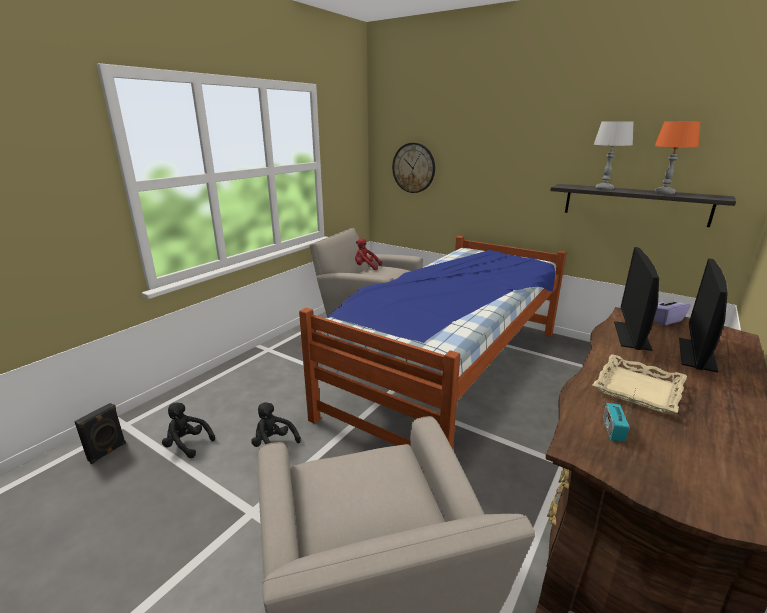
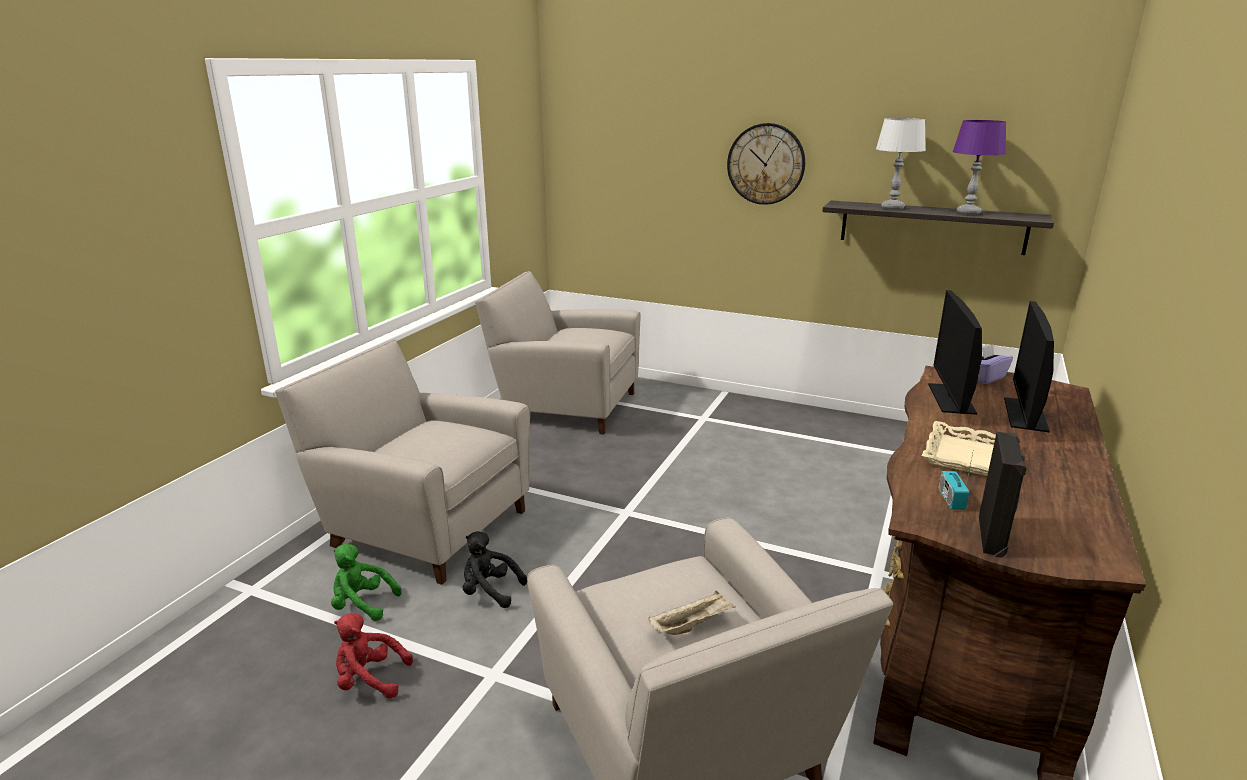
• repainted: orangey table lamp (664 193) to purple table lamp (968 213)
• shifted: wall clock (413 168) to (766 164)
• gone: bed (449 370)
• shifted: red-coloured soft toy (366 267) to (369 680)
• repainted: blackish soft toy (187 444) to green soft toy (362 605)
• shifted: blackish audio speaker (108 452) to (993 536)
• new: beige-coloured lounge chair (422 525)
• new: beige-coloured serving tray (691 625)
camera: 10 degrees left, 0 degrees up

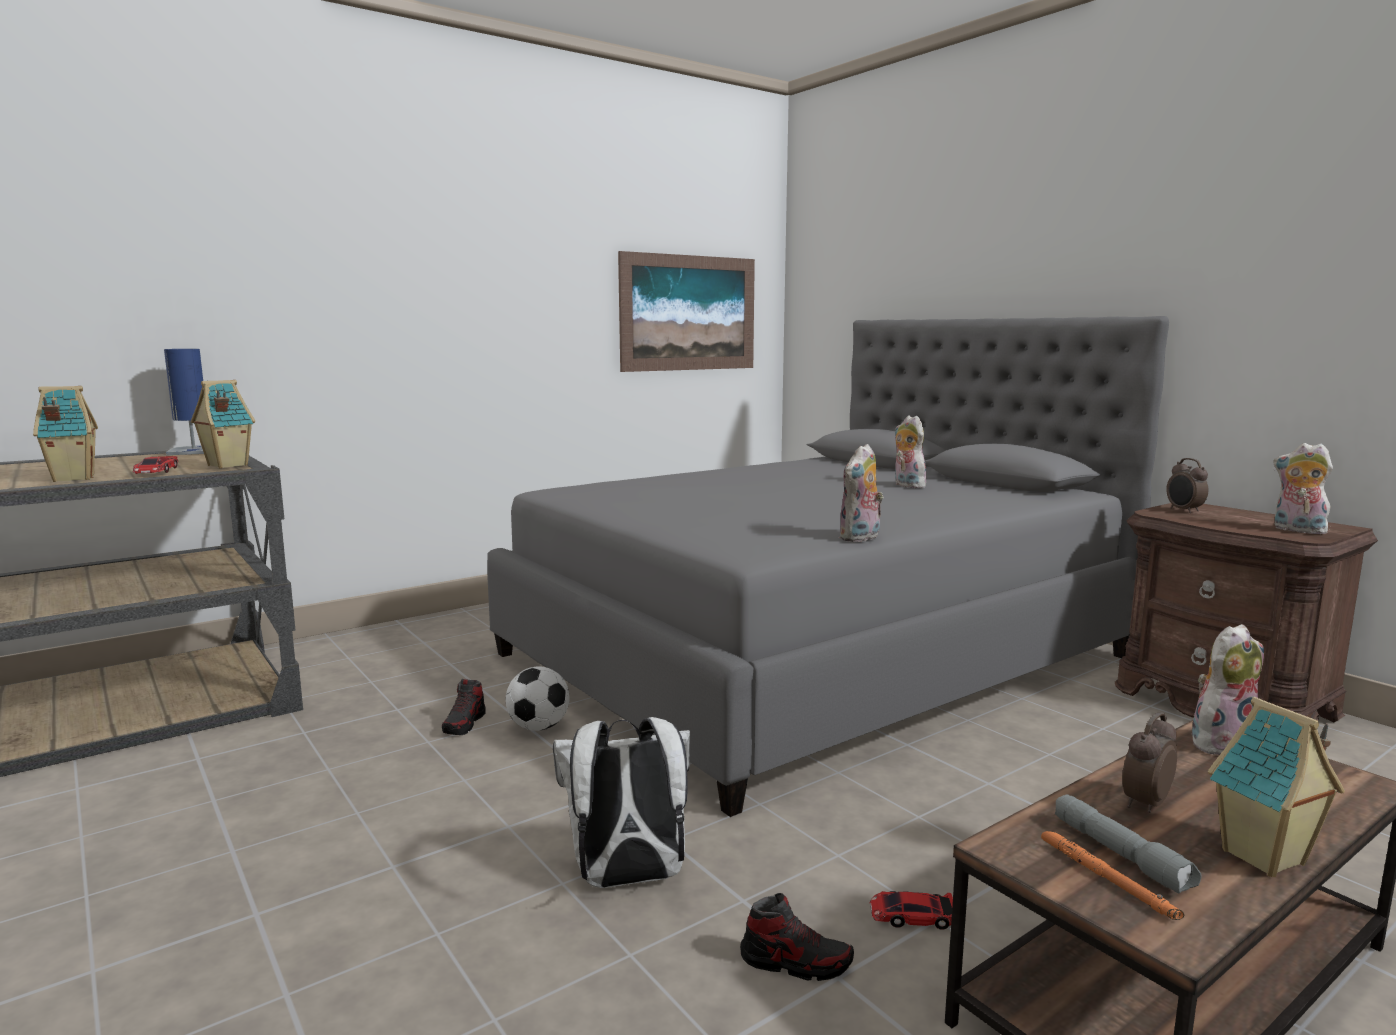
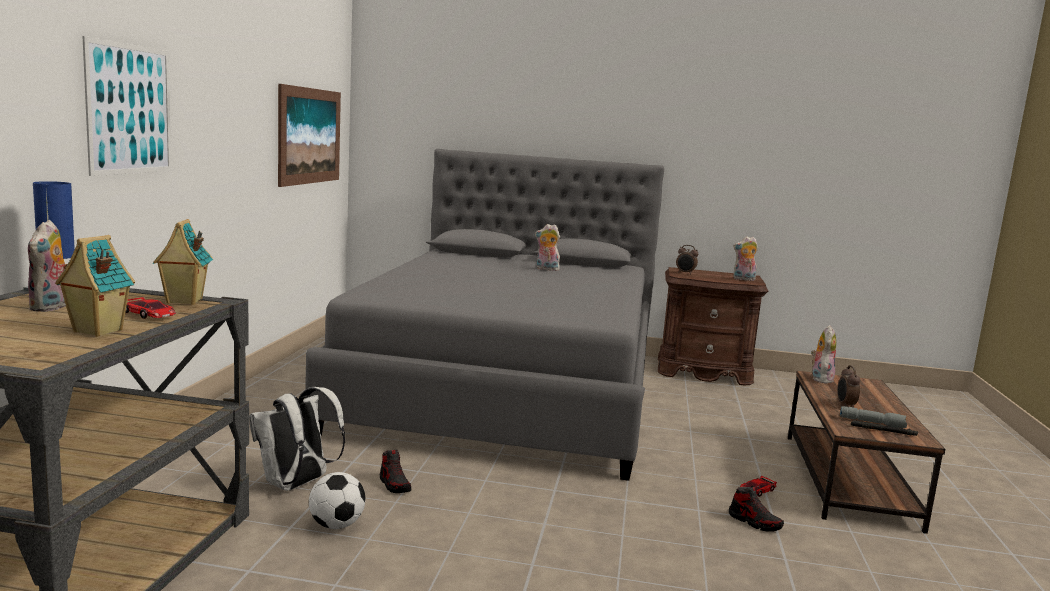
• shifted: soft toy (861 538) to (52 307)
• shifted: football (539 727) to (336 525)
• gone: miniature house (1264 858)
• shifted: white-coloured rucksack (627 879) to (296 485)
• repainted: orangey flashlight (1106 879) to blackish flashlight (883 431)
• rotated: low shoe (795 962) = (754 522) 75 degrees clockwise
• new: picture (130 109)
camera: 45 degrees left, 0 degrees up

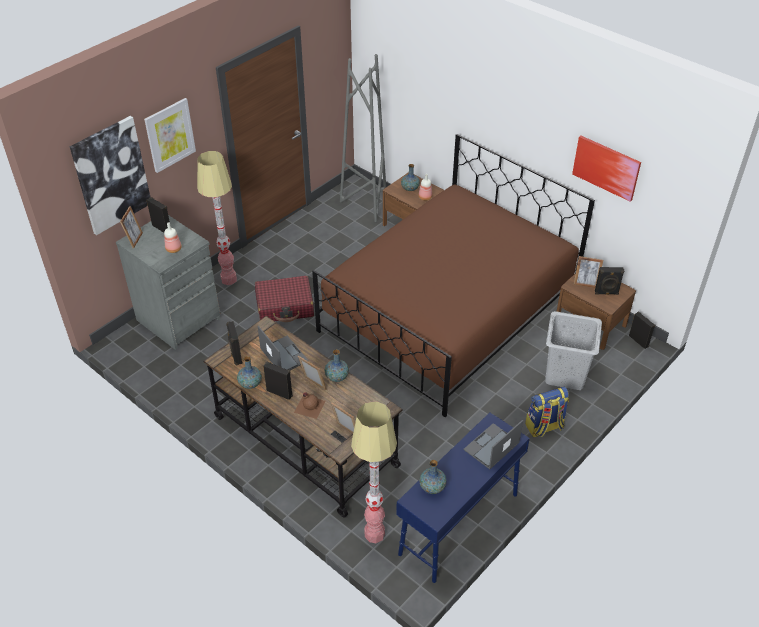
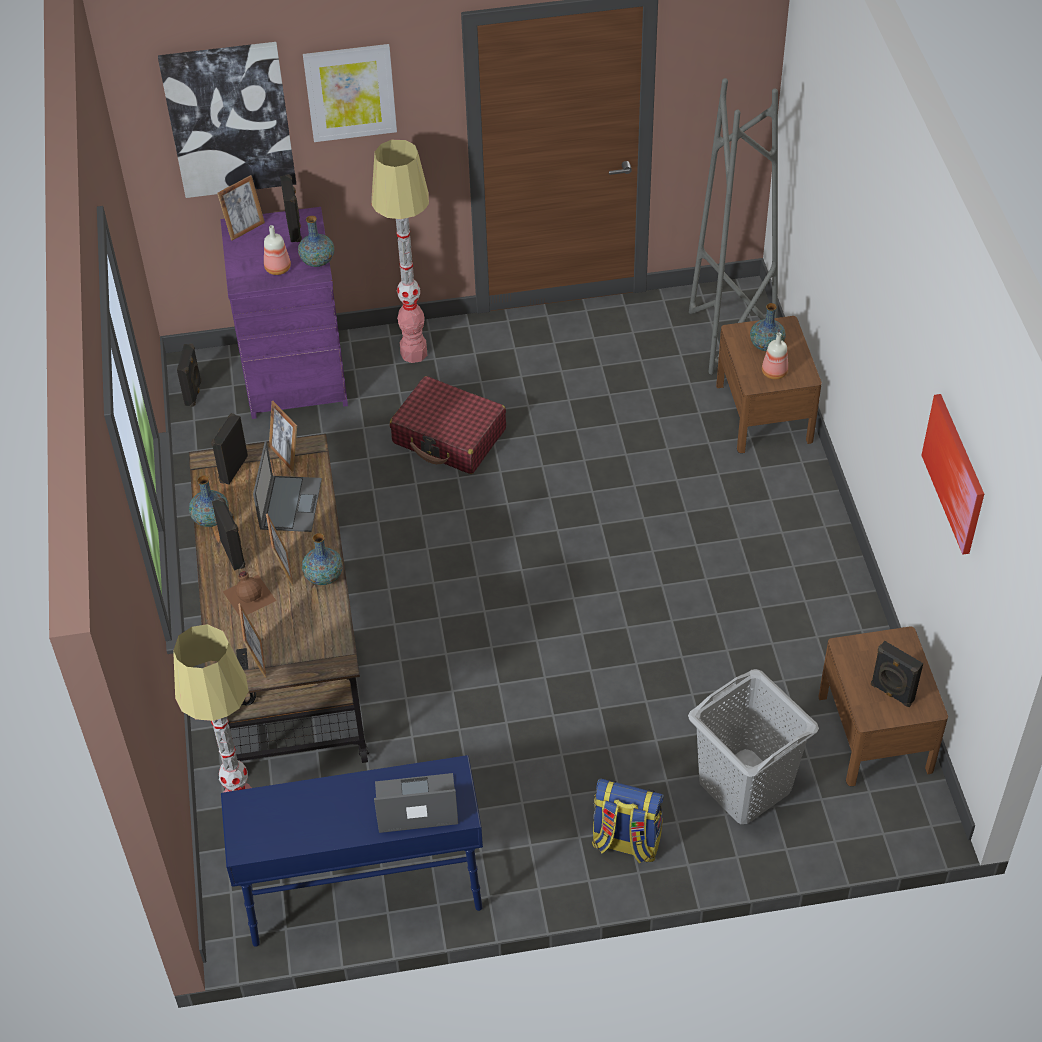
• gone: brown-coloured bed (448 313)
• repainted: grey dresser (179 319) to purple dresser (297 377)
• shifted: standing frame (585 284) to (286 456)
• shifted: blackish audio speaker (639 341) to (194 393)
• shifted: decorative vase (432 487) to (317 261)
camera: 40 degrees right, 5 degrees up

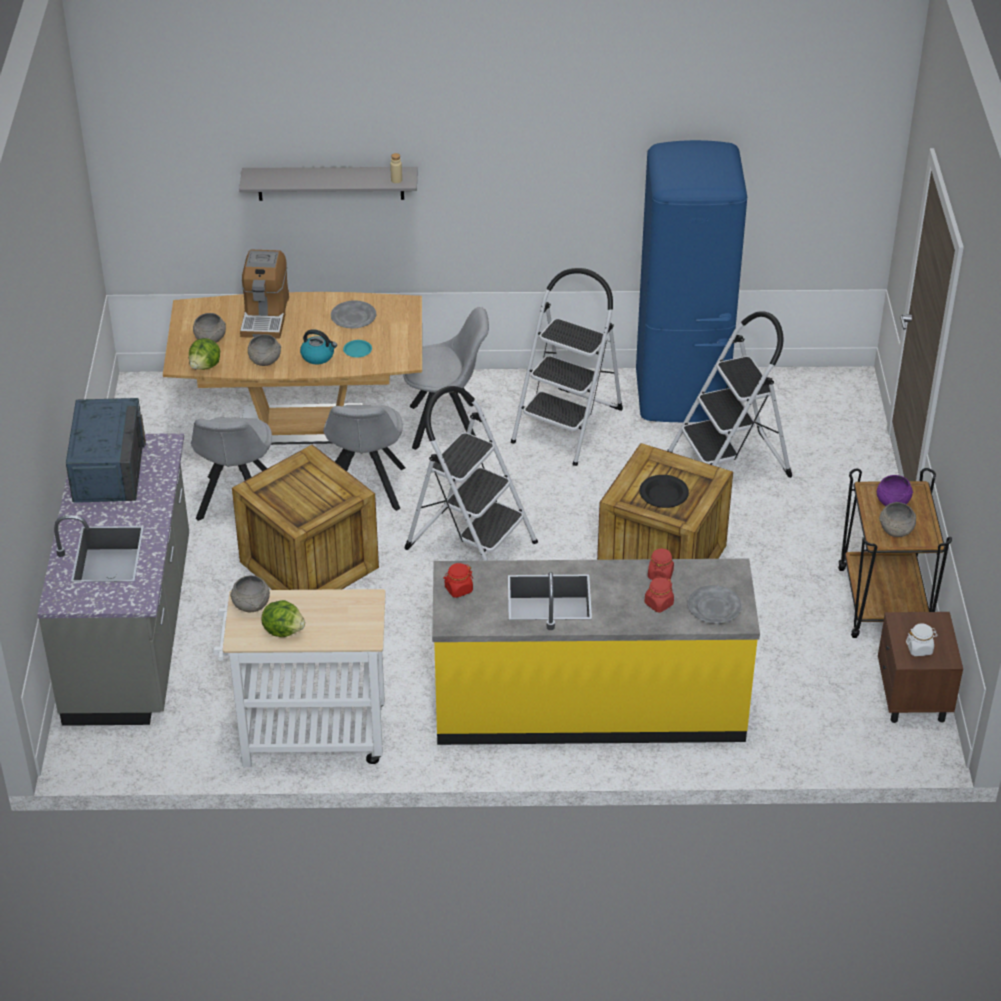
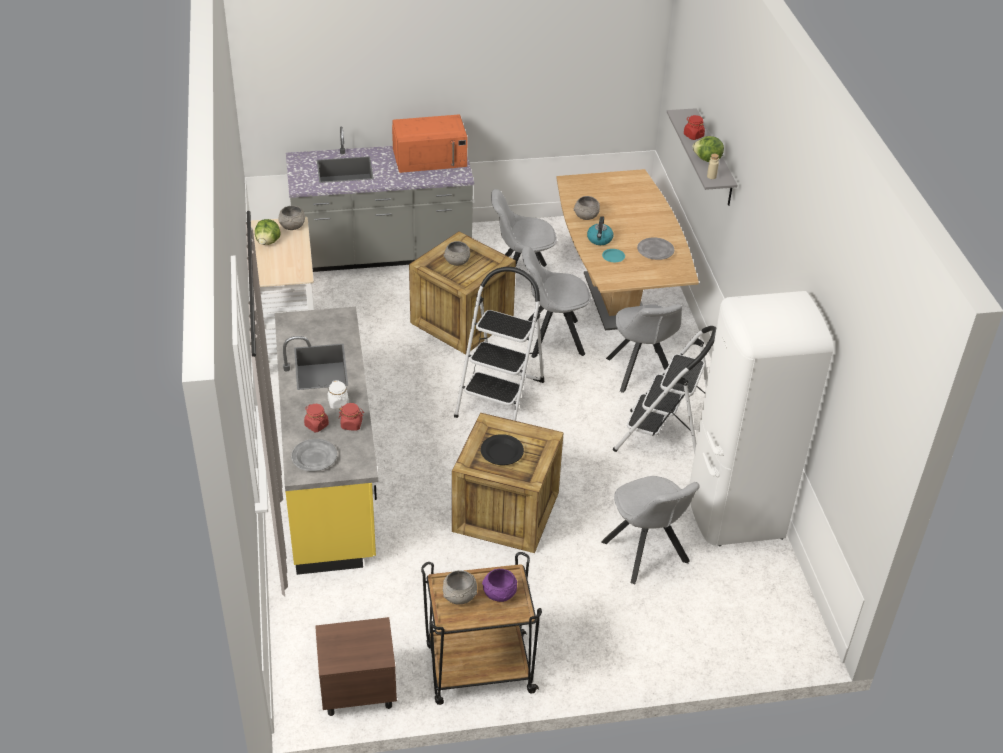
• repainted: bluish fridge (682 397) to white-coloured fridge (733 514)
• gone: coffee maker (265 316)
• swapped: step ladder (732 465) to grey plain chair (646 553)
• shifted: grey serving bowl (210 339) to (457 262)
• shifted: lettuce (205 366) to (707 159)
• repainted: bluish microwave oven (108 468) to orangey microwave oven (430 158)
• shifted: red-coloured storage jar (458 589) to (693 135)
• shifted: white-coloured storage jar (919 649) to (338 403)
camera: 80 degrees right, 0 degrees up

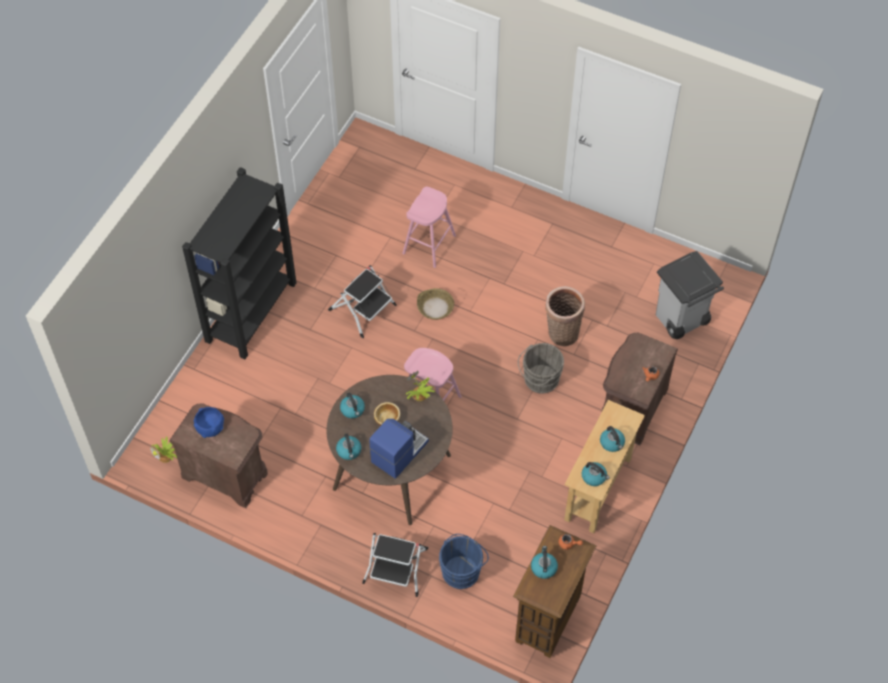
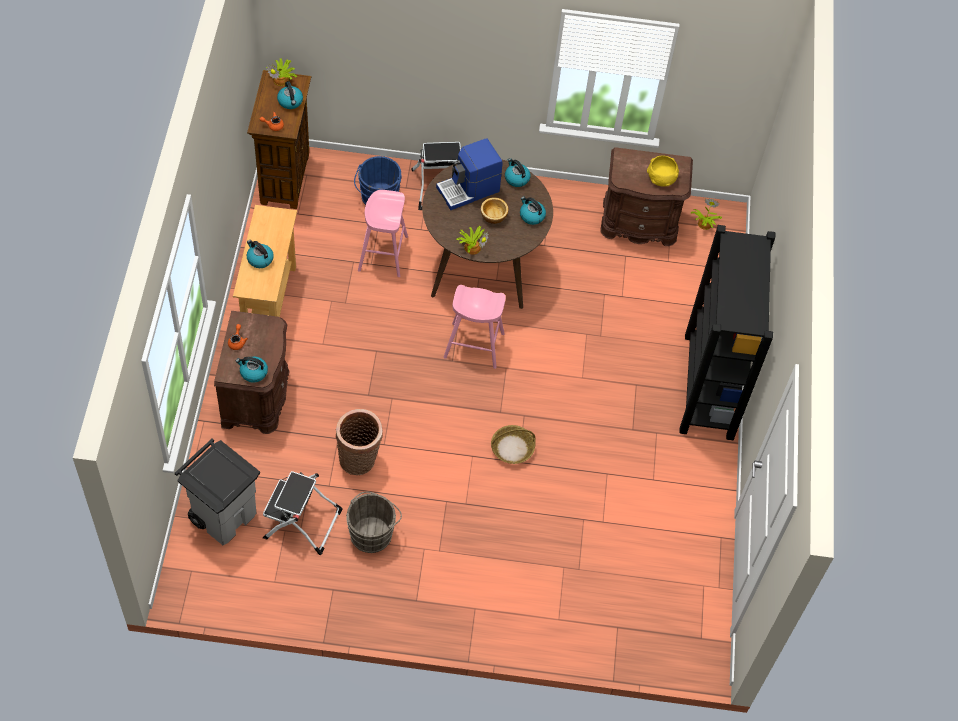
• shifted: pink-coloured stool seat (429 244) to (383 253)
• shifted: step ladder (362 309) to (301 521)
• shifted: grey bucket (539 380) to (373 533)
• repainted: bluish serving bowl (209 426) to yellow-coloured serving bowl (662 177)
• rotated: coffee maker (398 451) = (469 190) 45 degrees clockwise
• shifted: kettle (594 477) to (253 372)
• new: houseplant (282 79)
camera: 155 degrees right, 0 degrees up

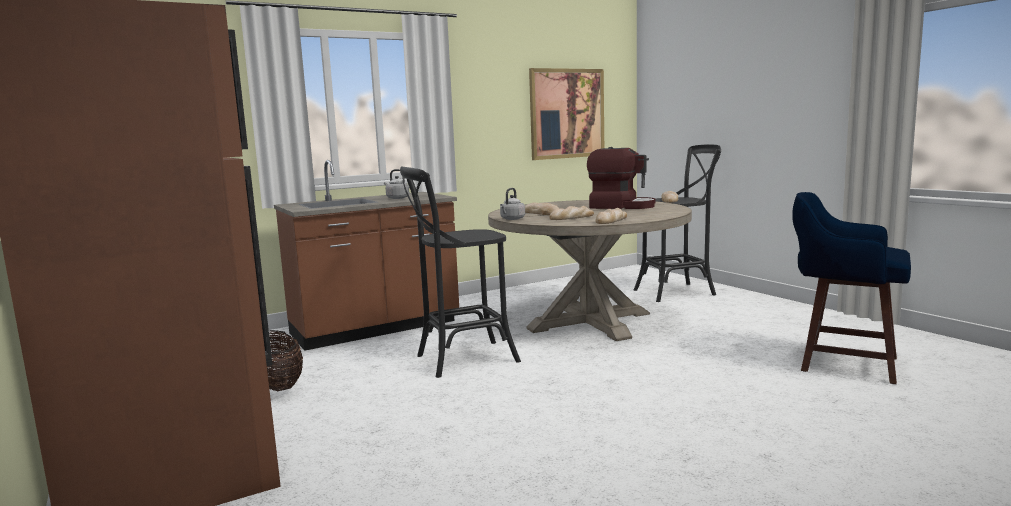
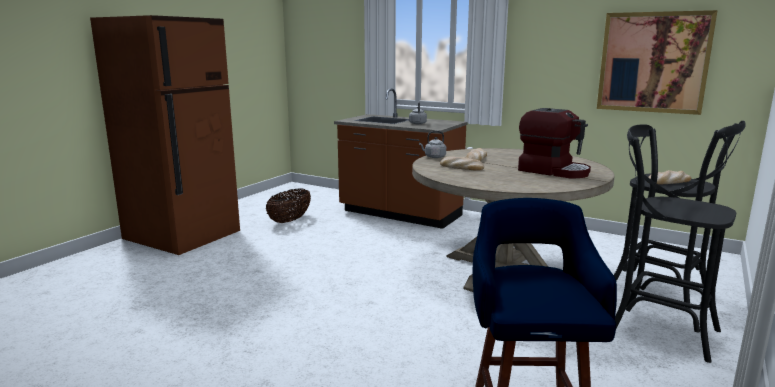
• rotated: coffee maker (621 206) = (553 171) 45 degrees counterclockwise
• shifted: blackish stool seat (462 359) to (657 329)
• gone: baked bread (611 220)
camera: 60 degrees right, 5 degrees up

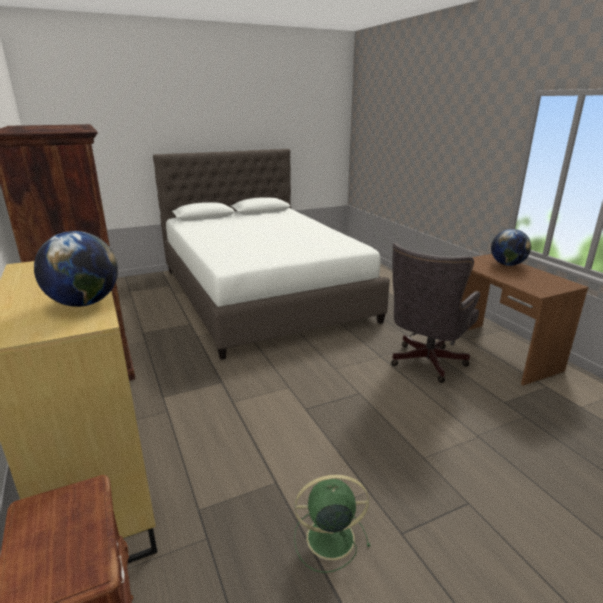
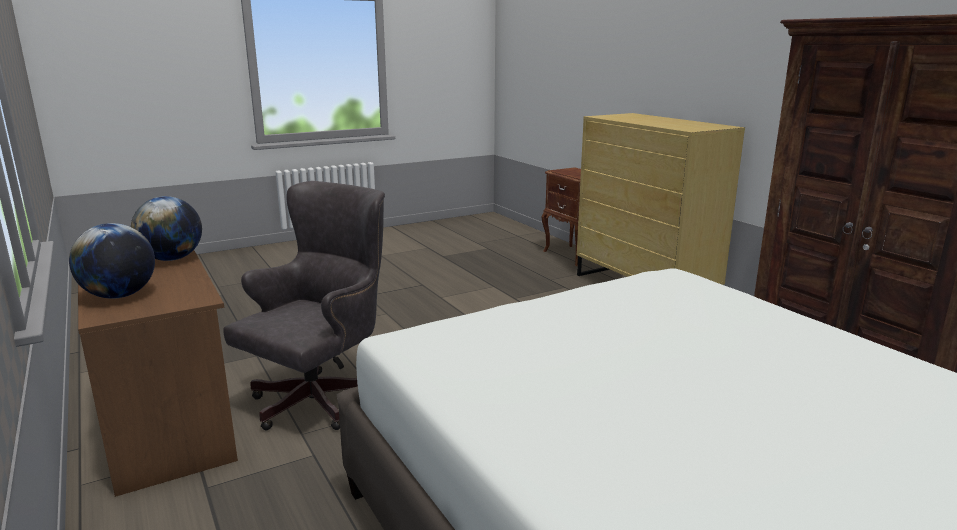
• shifted: globe (84 303) to (172 259)
• gone: green fan (328 538)
camera: 175 degrees right, 5 degrees down

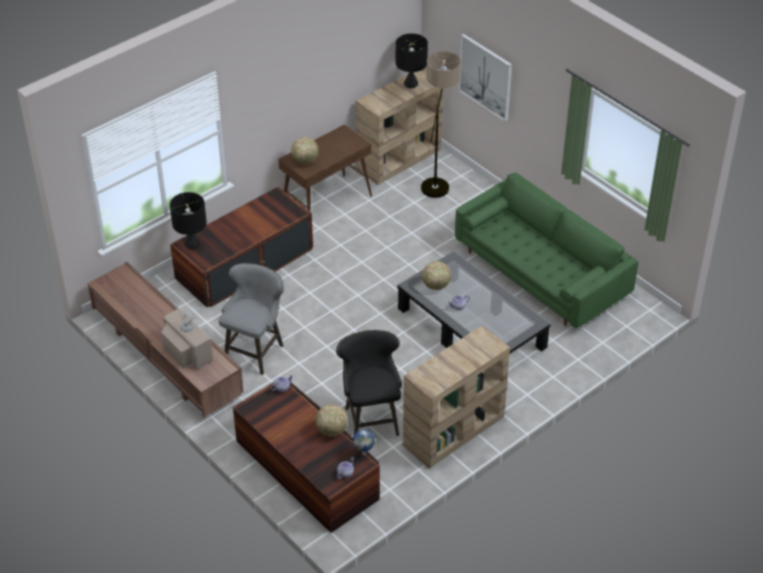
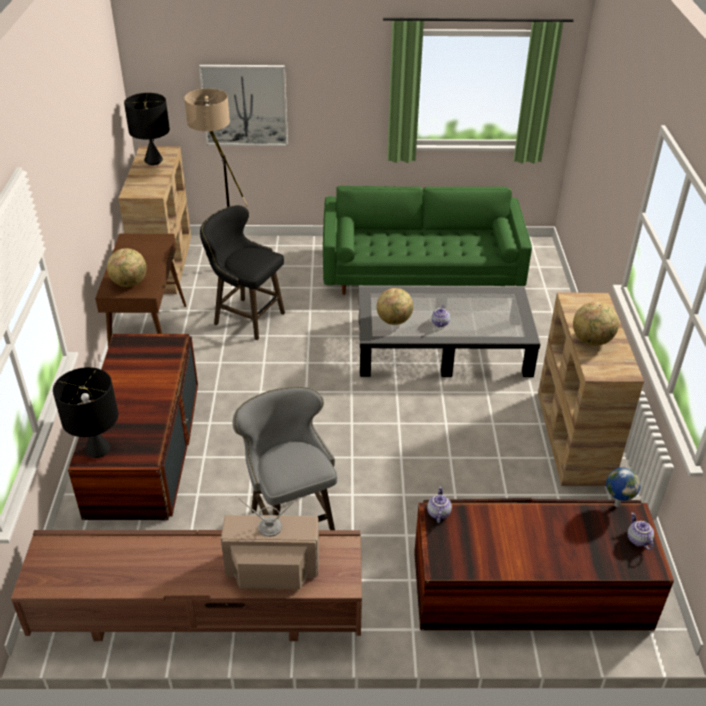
• shifted: blackish stool seat (371 419) to (246 317)
• shifted: globe (332 431) to (592 341)
camera: 50 degrees left, 5 degrees down

